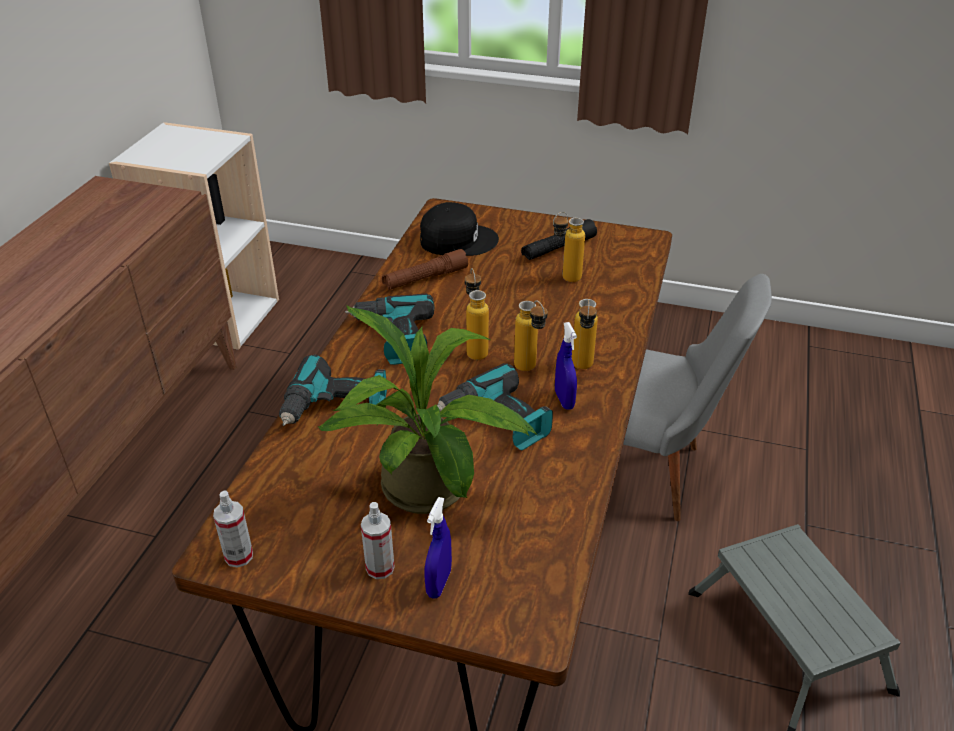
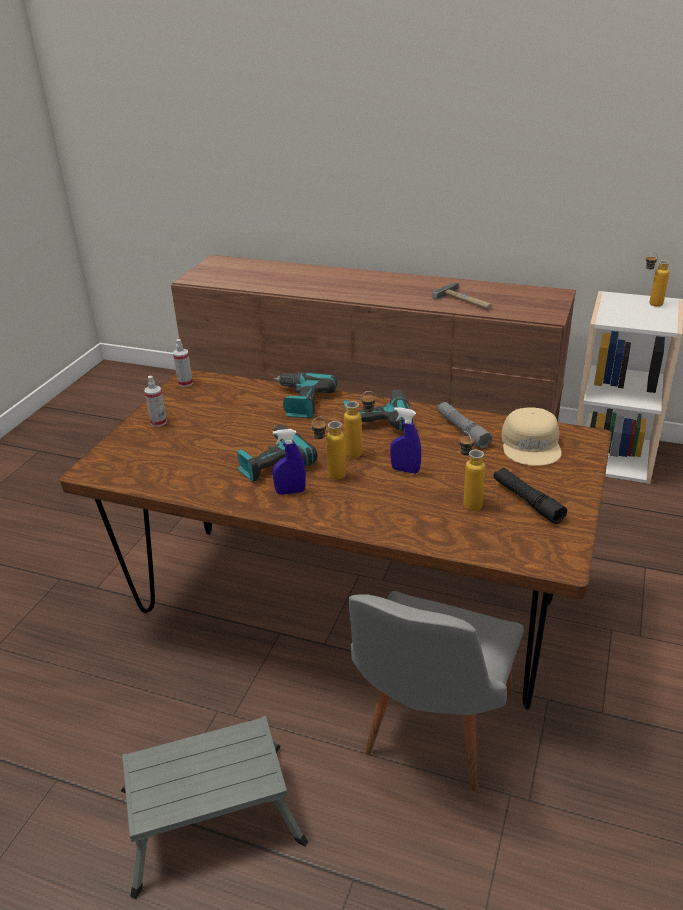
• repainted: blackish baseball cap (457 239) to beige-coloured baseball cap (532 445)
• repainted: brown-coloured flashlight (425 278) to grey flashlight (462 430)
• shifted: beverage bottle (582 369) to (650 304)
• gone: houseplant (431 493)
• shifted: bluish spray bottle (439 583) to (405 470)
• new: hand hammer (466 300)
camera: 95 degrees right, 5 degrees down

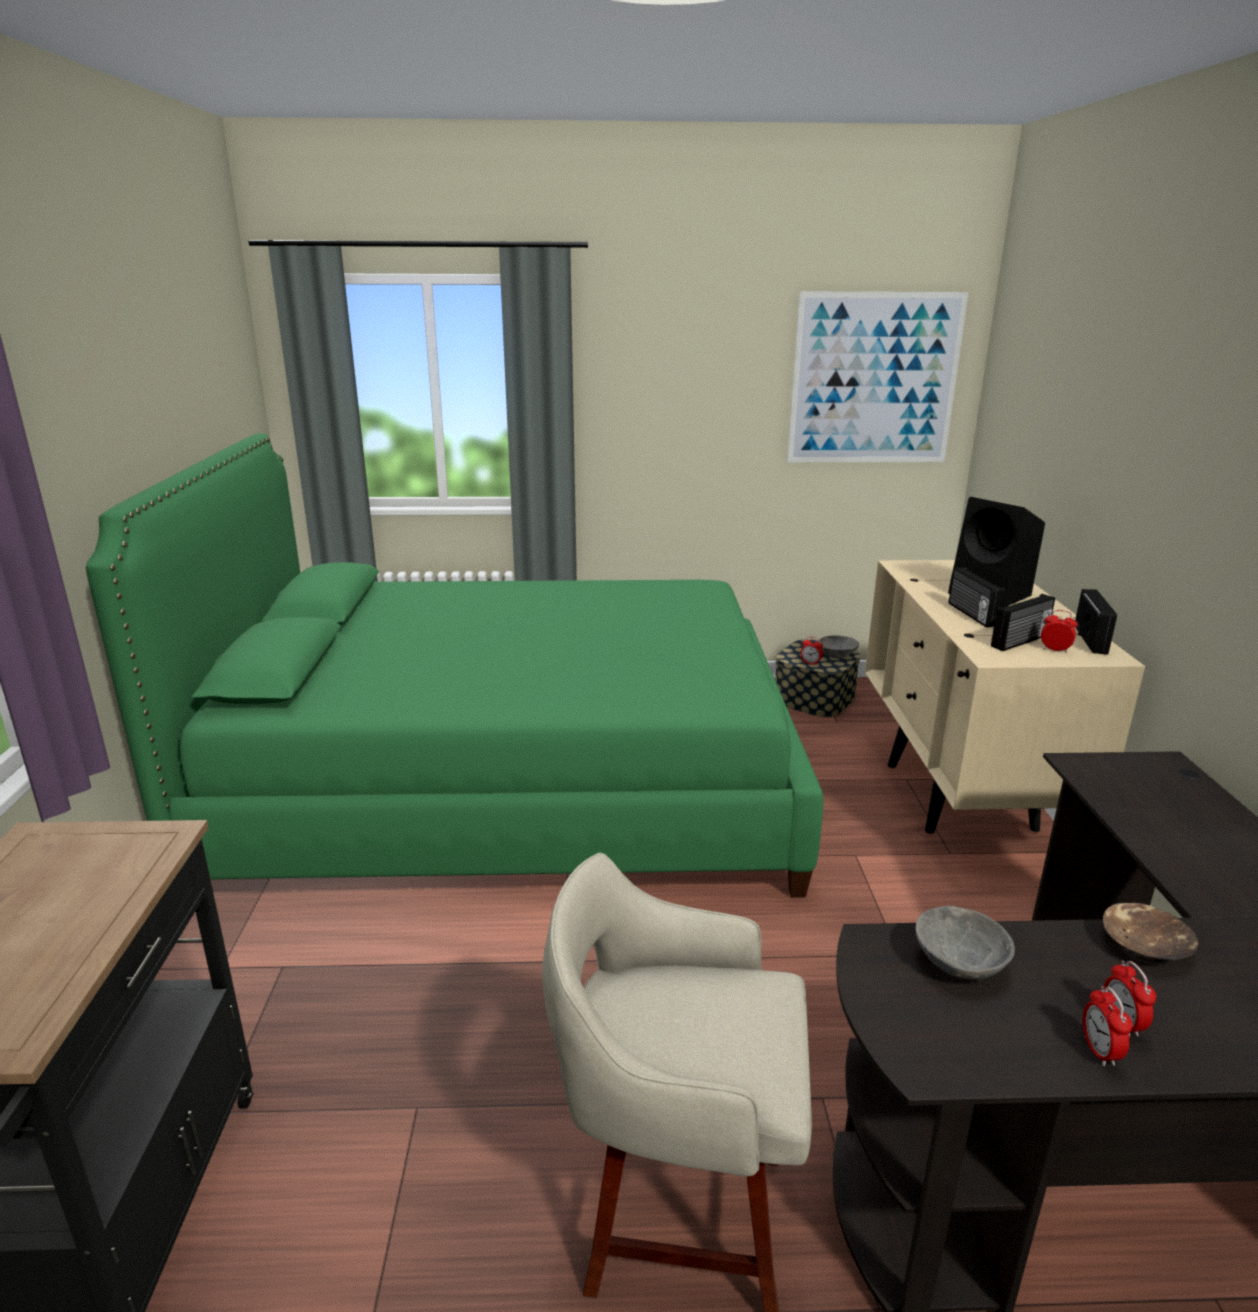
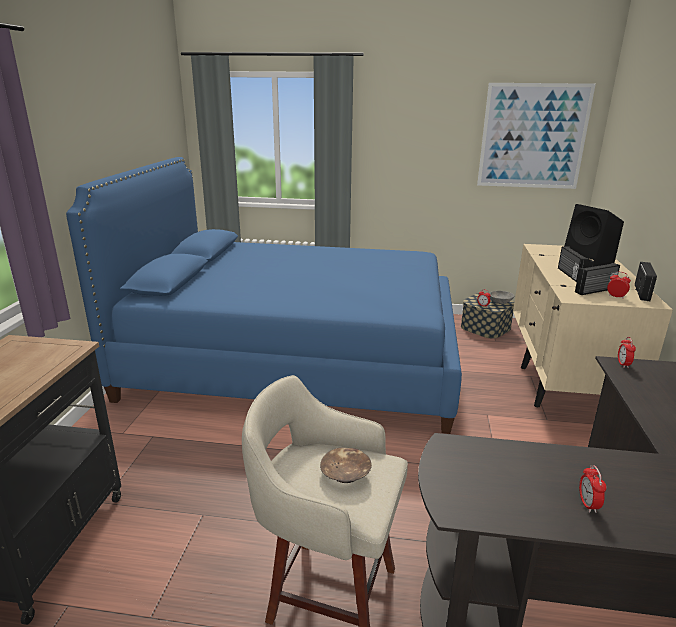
• repainted: green bed (510 786) to bluish bed (296 358)
• shifted: brown-coloured serving bowl (1145 946) to (346 473)
• gone: grey serving bowl (957 962)
• shifted: alarm clock (1099 1051) to (623 364)
camera: 10 degrees right, 0 degrees up

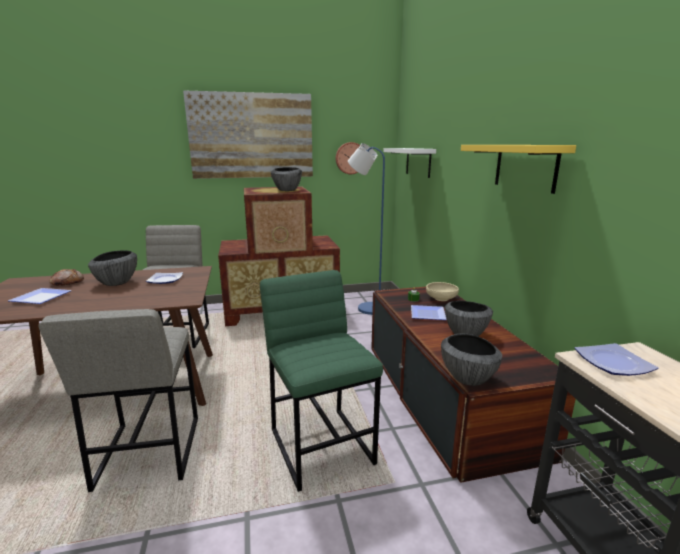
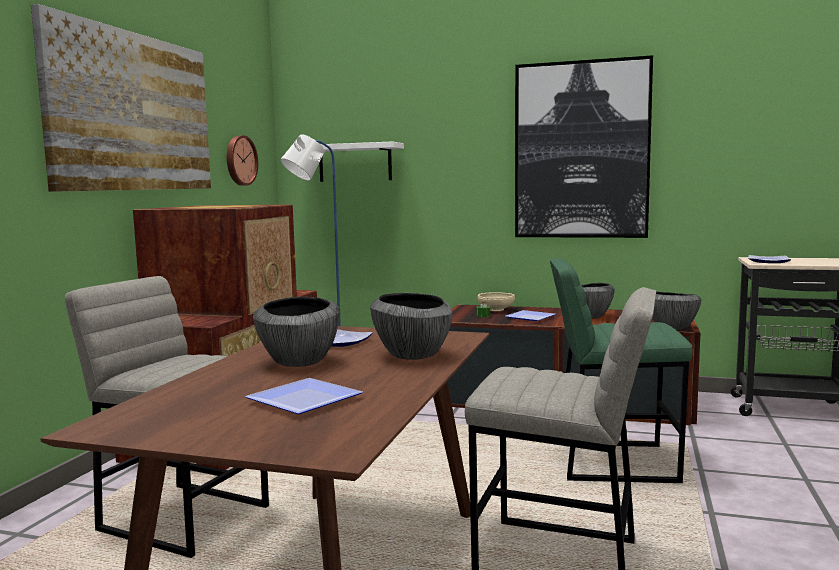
• swapped: yellow-coloured shelf (525 167) to picture (581 150)
• shifted: serving bowl (287 190) to (412 355)
• gone: baked bread (67 283)
camera: 60 degrees left, 10 degrees down

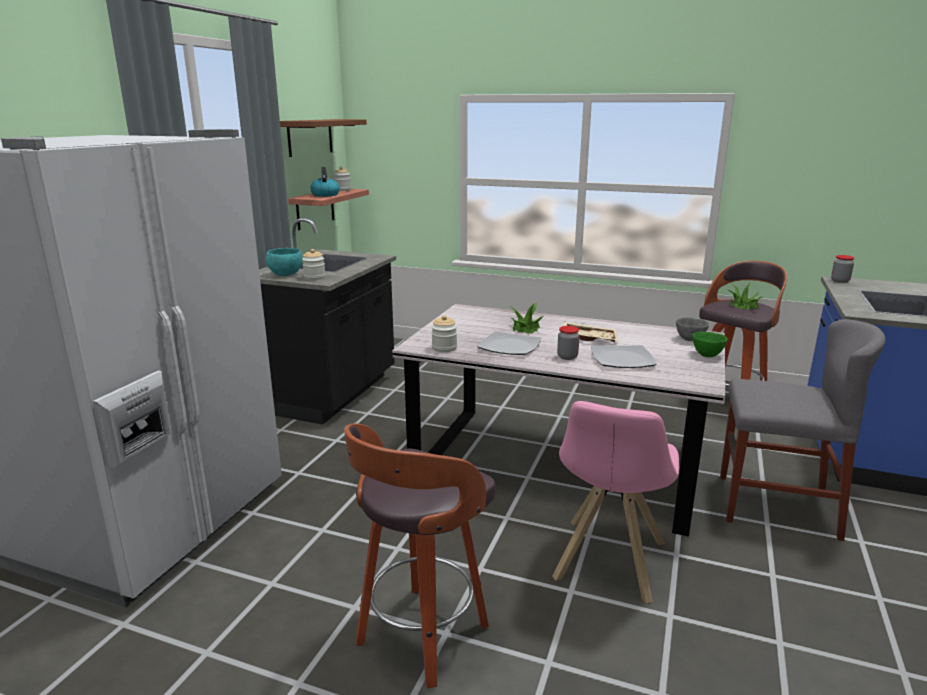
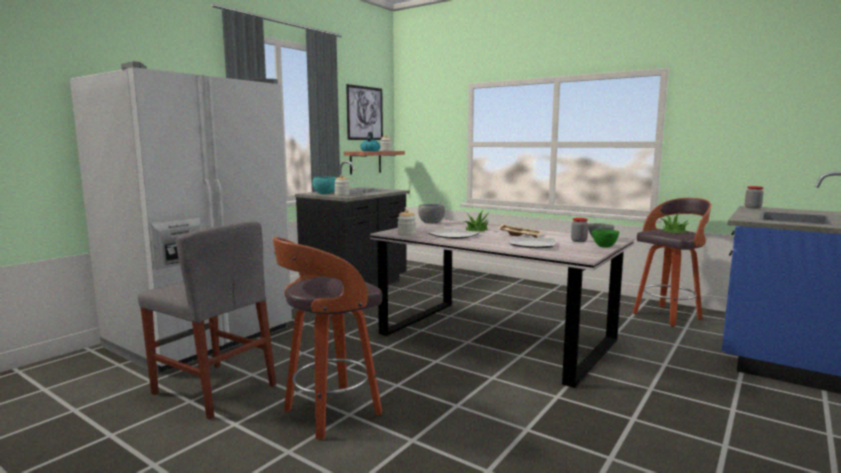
• swapped: brown-coloured shelf (310 137) to picture (365 113)
• shifted: grey plain chair (776 506) to (214 389)
• shifted: storage jar (567 357) to (579 241)
• gone: pink-coloured plain chair (608 560)
• new: grey serving bowl (431 223)
camera: 15 degrees right, 10 degrees down

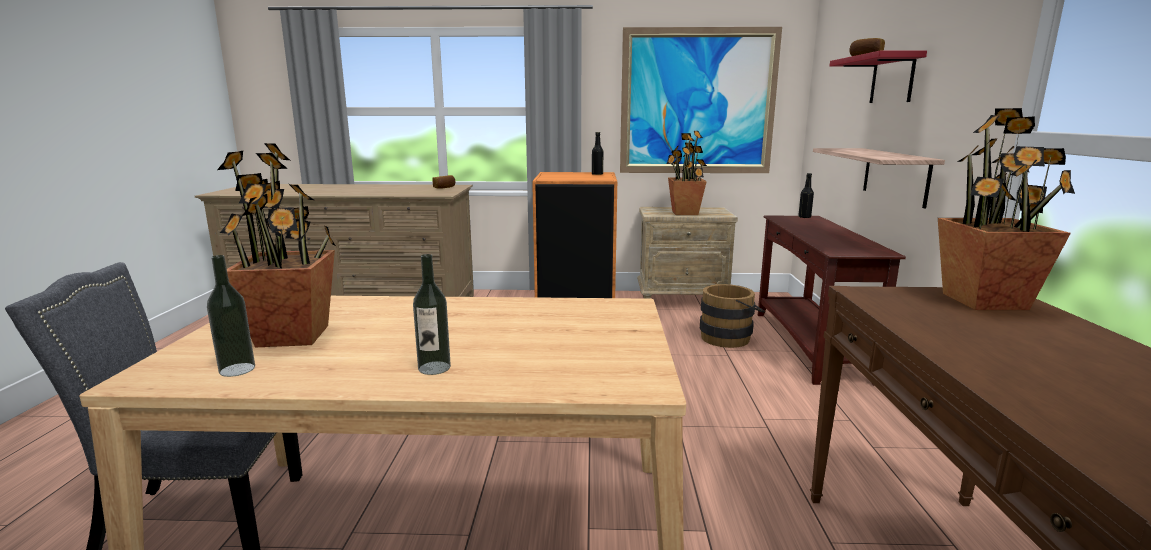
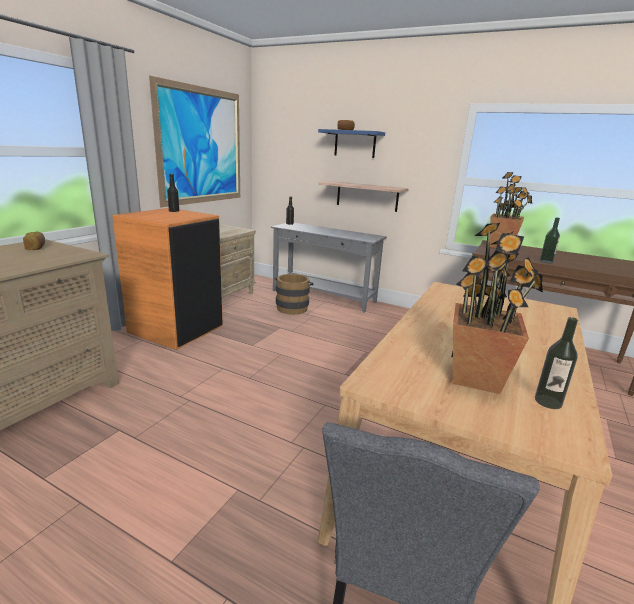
• repainted: red-coloured shelf (892 79) to bluish shelf (355 144)
• gone: houseplant (684 213)
• repainted: brown-coloured hall table (810 345) to grey hall table (324 296)
• shifted: beverage bottle (434 368) to (546 261)
camera: 65 degrees left, 5 degrees up

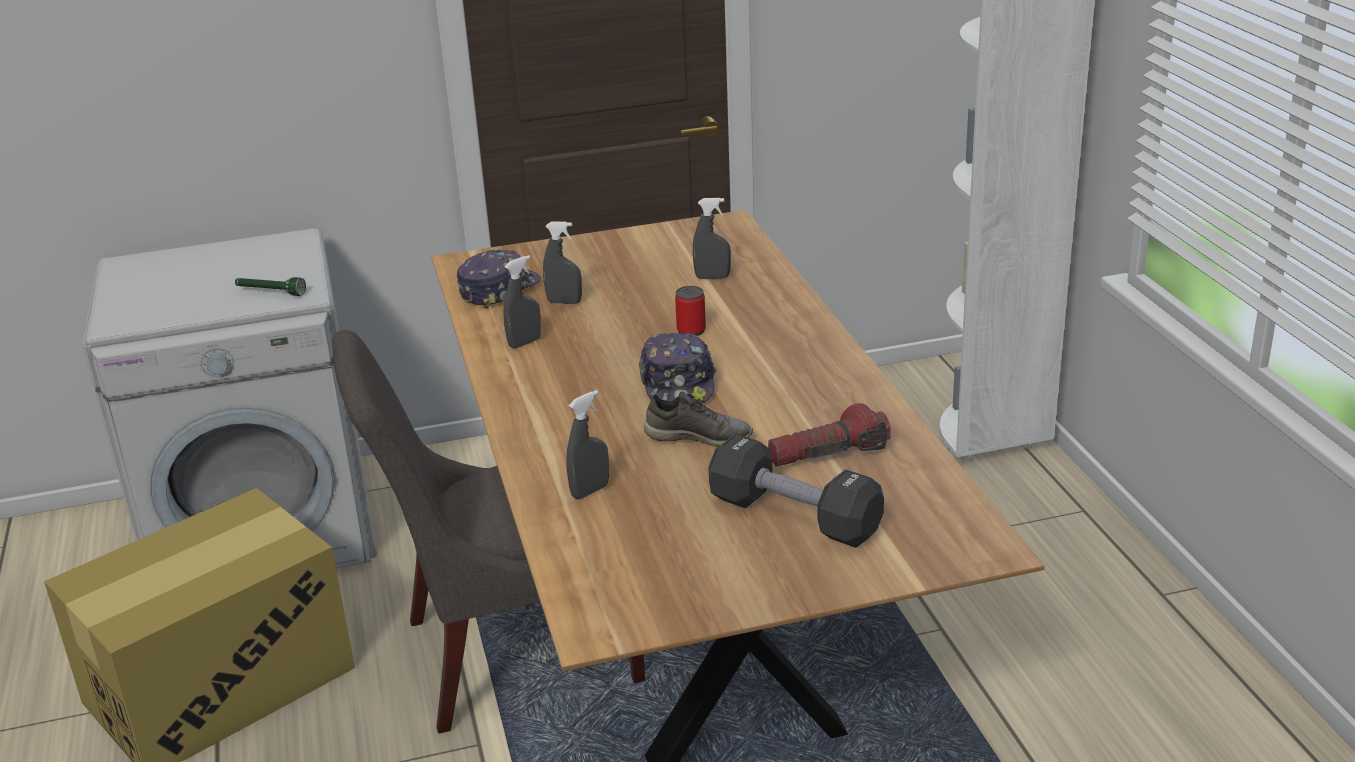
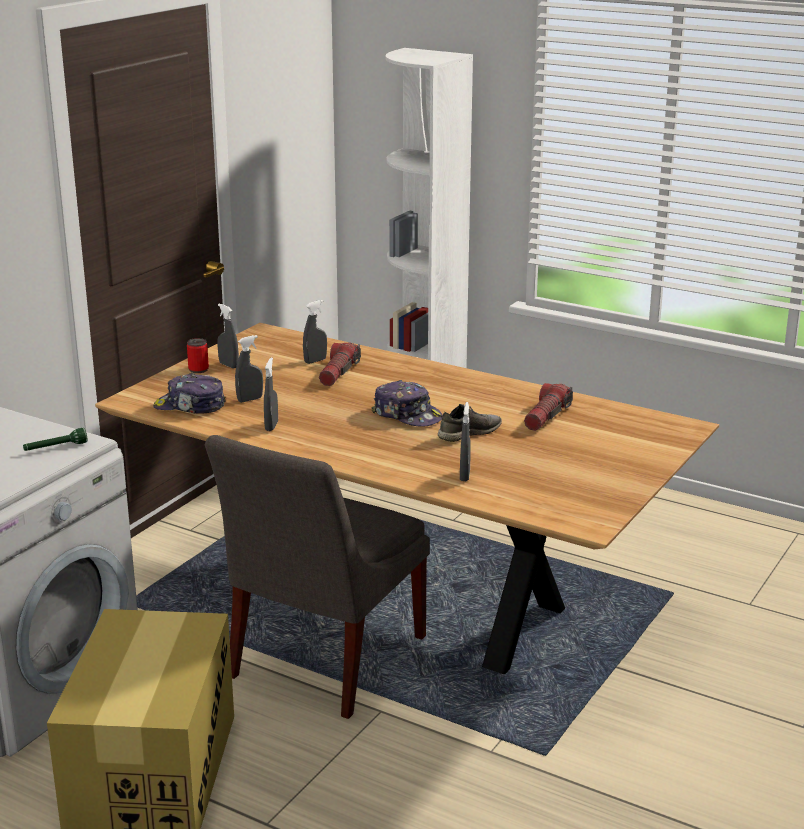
• rotated: baseball cap (499 290) = (190 406) 75 degrees counterclockwise
• shifted: sealed can (691 330) to (198 369)
• gone: blackish hand weight (794 516)
• new: grey spray bottle (228 365)
• new: flashlight (338 373)
camera: 45 degrees left, 5 degrees down

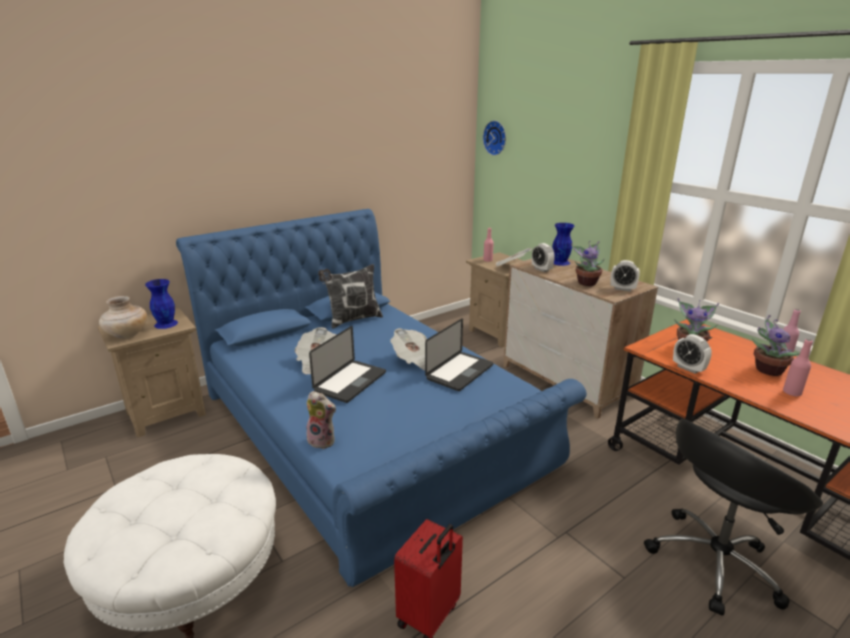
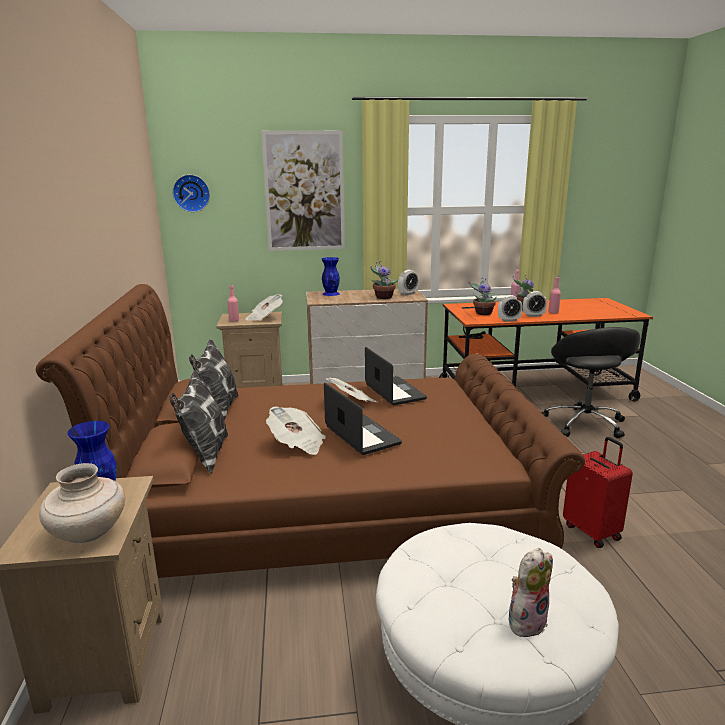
• repainted: bluish bed (367 426) to brown-coloured bed (329 498)
• shifted: alarm clock (541 269) to (533 315)
• shifted: soft toy (323 440) to (526 620)
• new: picture (304 192)
• new: cushion (205 456)
camera: 60 degrees left, 5 degrees down

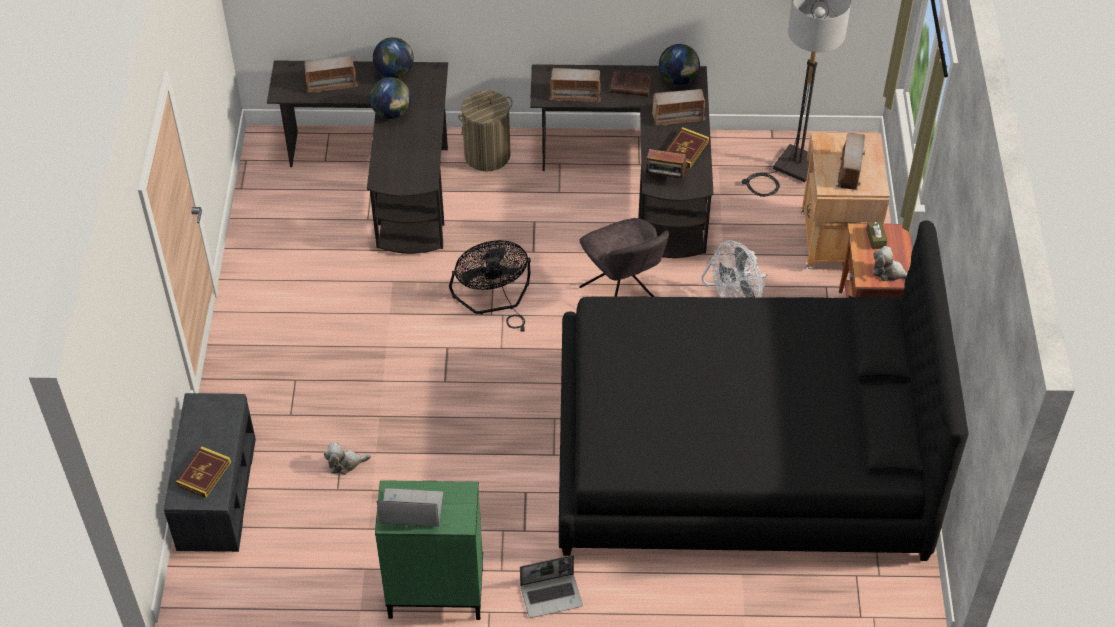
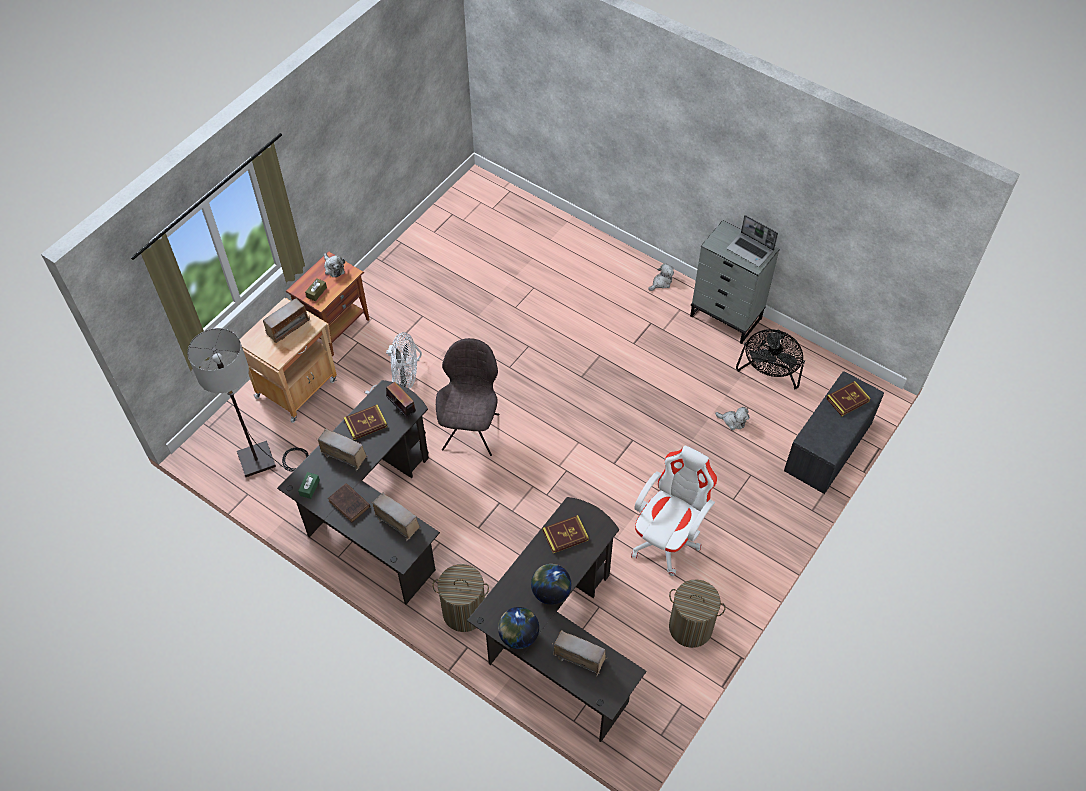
• swapped: globe (678 79) to green box of tissues (309 487)
• gone: blackish bed (740 454)
• shifted: blackish fan (497 302) to (767 369)
• repainted: green dresser (435 593) to grey dresser (726 317)
• swapped: laptop (552 595) to soft toy (661 282)
• new: white-coloured computer chair (668 538)
• new: bound book (565 535)
• new: hamper (690 627)
camera: 145 degrees left, 5 degrees up

